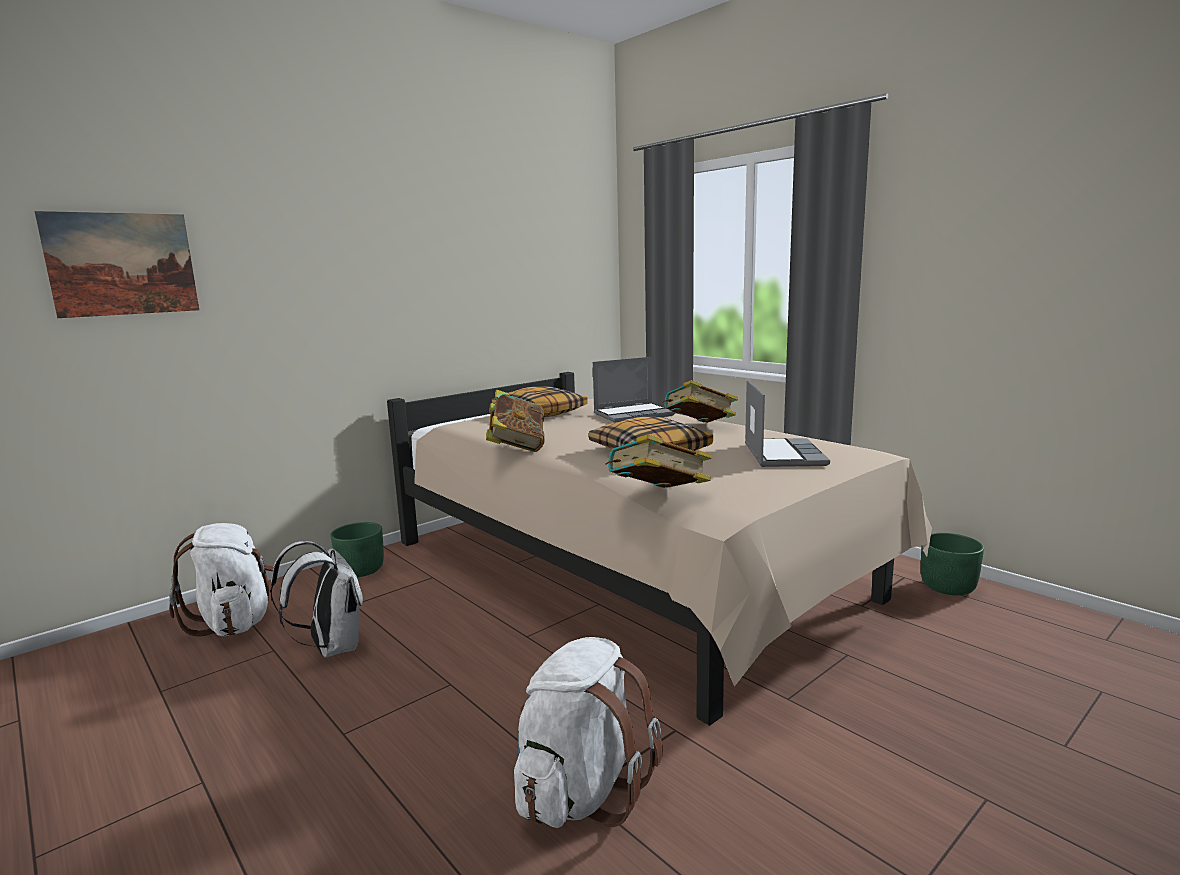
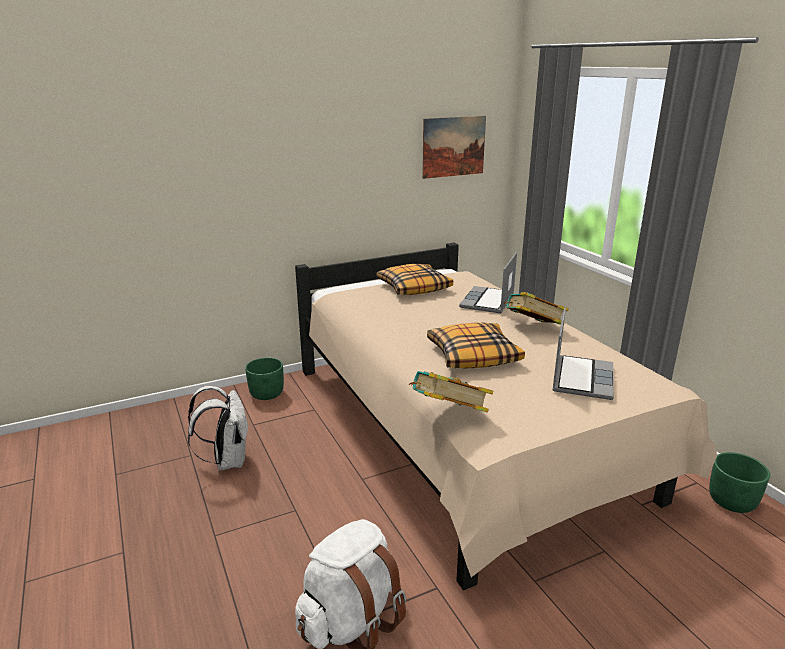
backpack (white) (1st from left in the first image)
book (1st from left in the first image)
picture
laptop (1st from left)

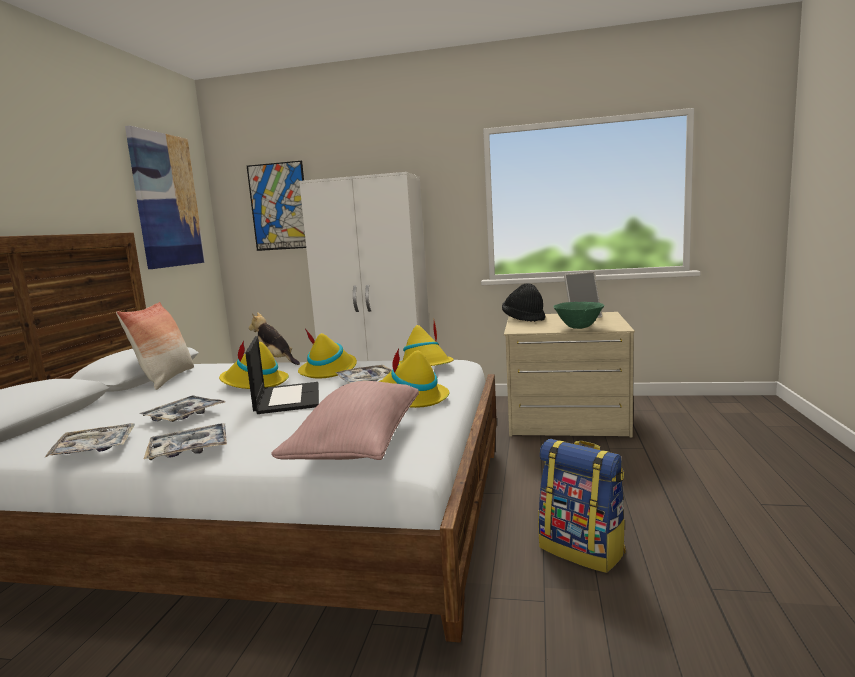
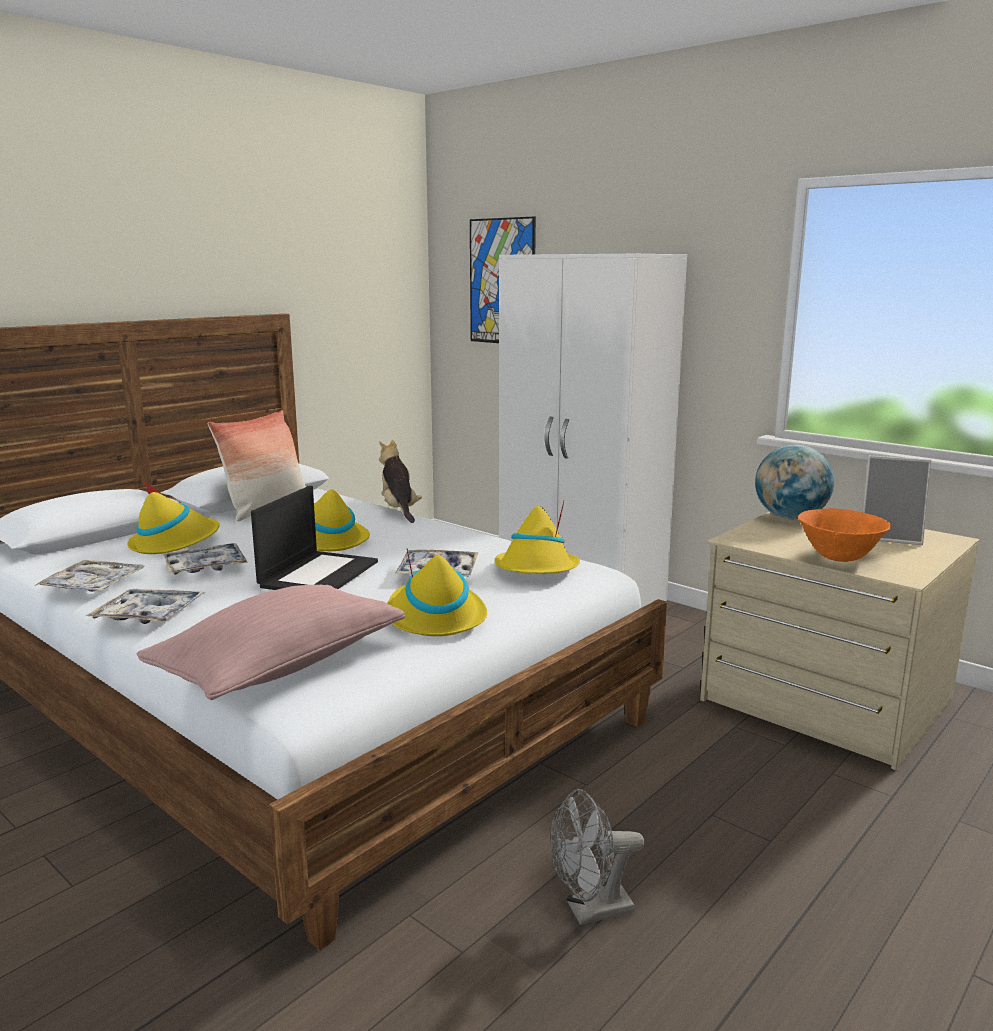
picture (1st from left in the first image)
hat (yellow) (1st from left)
globe
fan (grey)
bowl (orange)

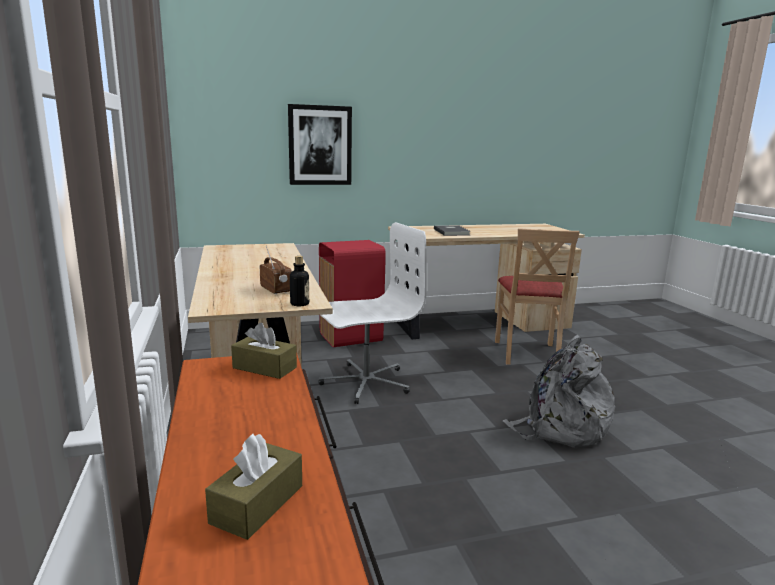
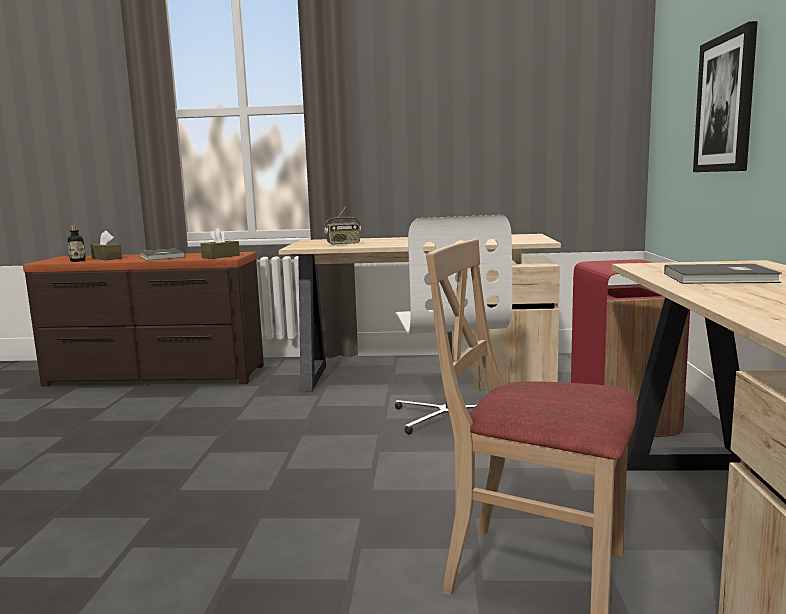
backpack (grey)
book (grey) (1st from left)
bottle

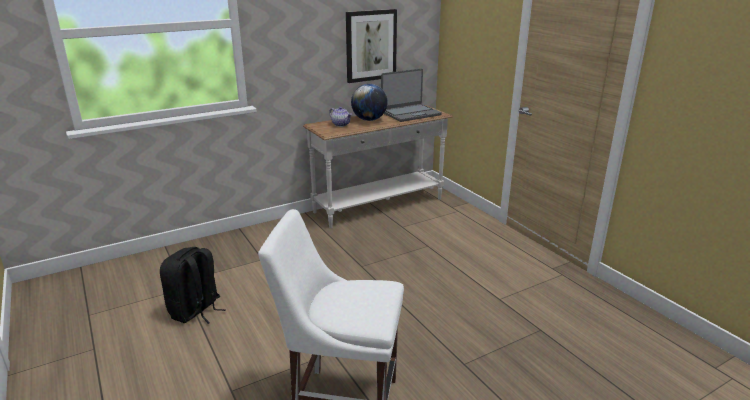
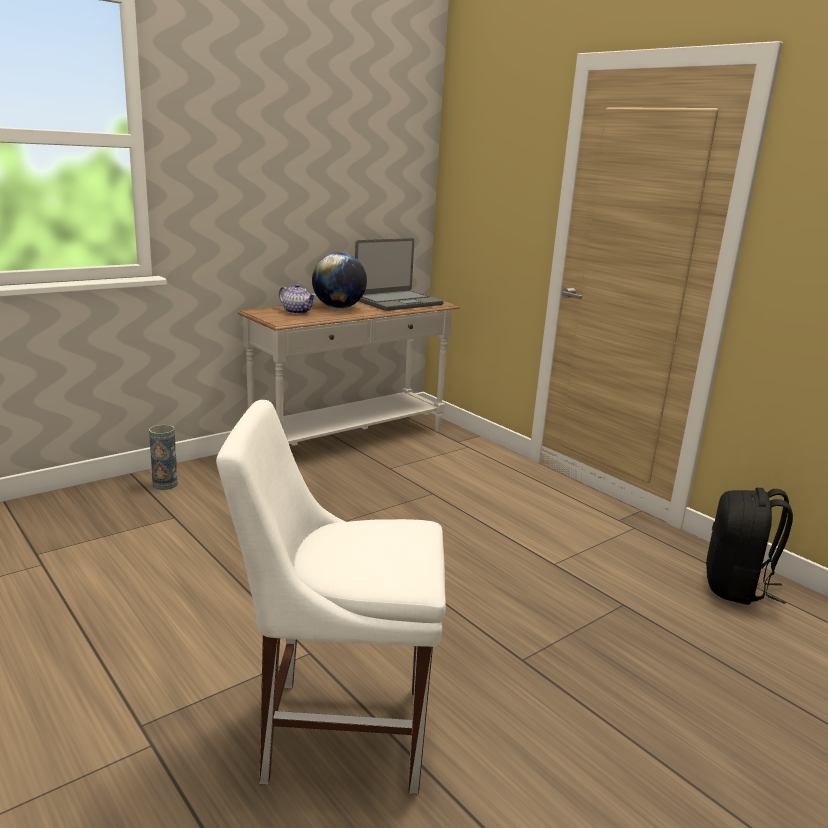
picture
vase
backpack (black)

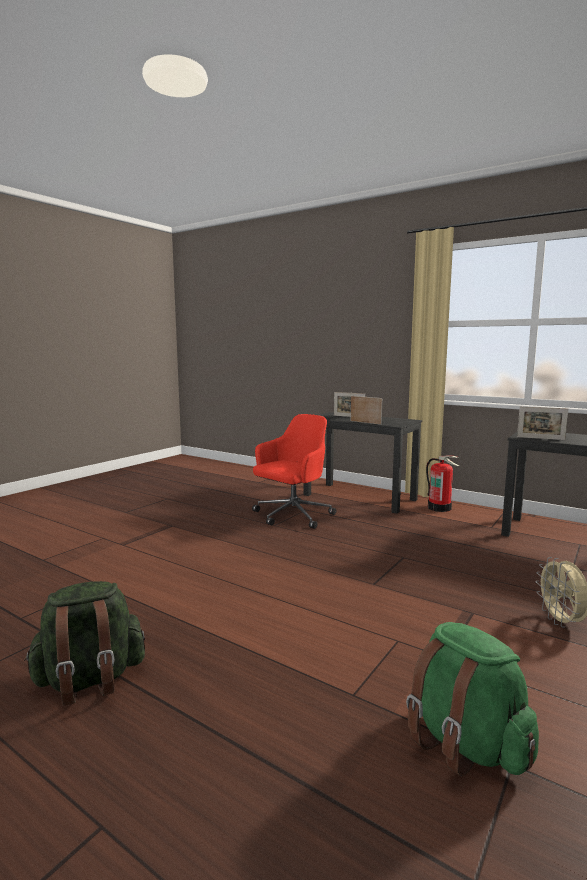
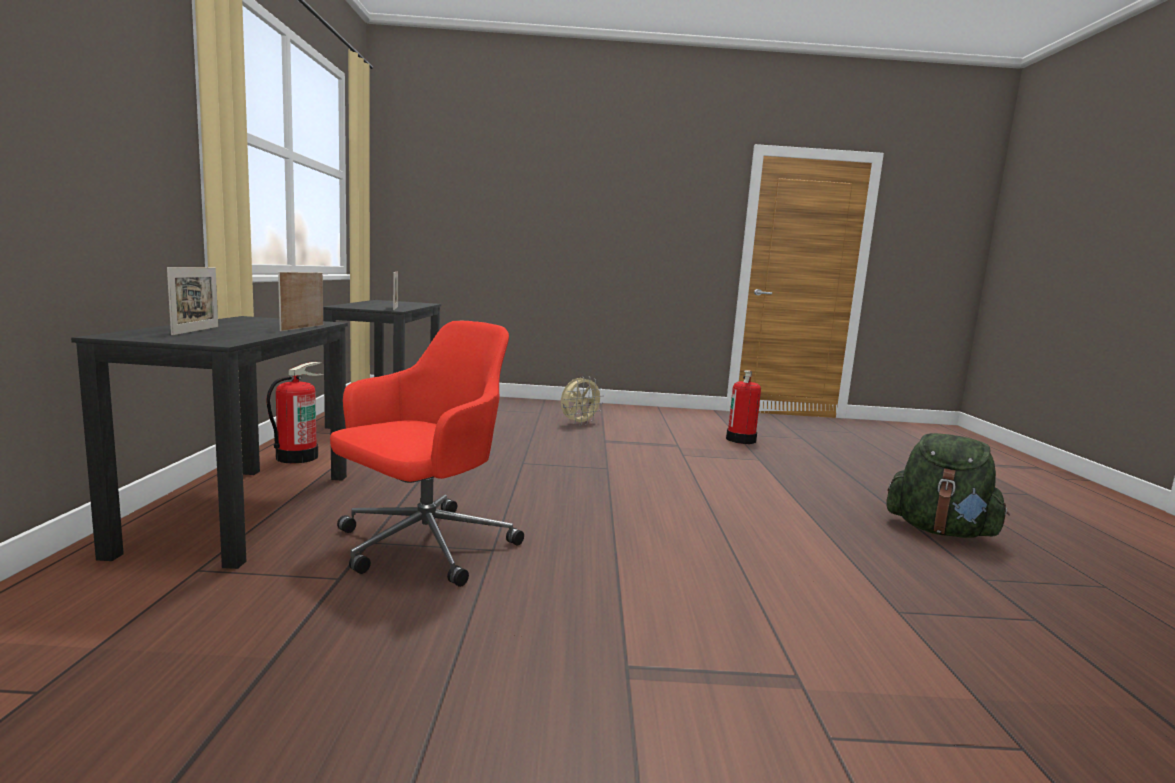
fire extinguisher (2nd from left)
office chair (red)

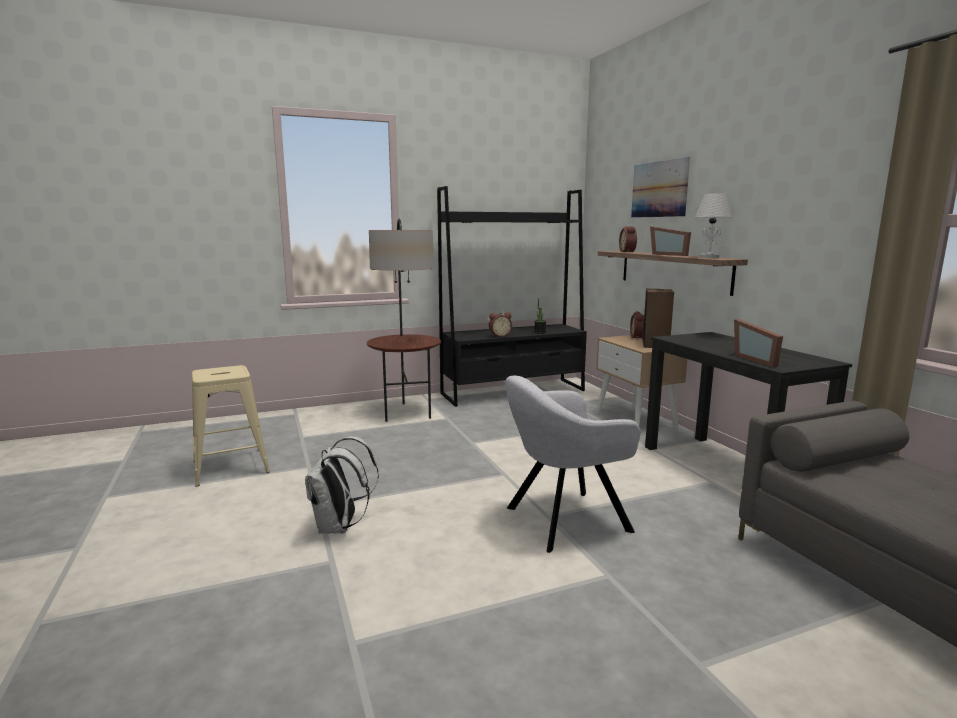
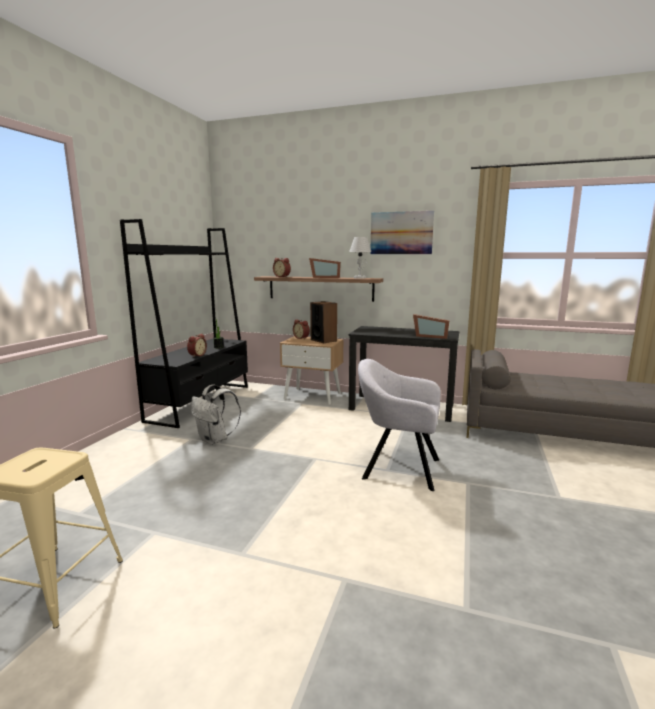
floor lamp
backpack (white)
picture
armchair (grey)

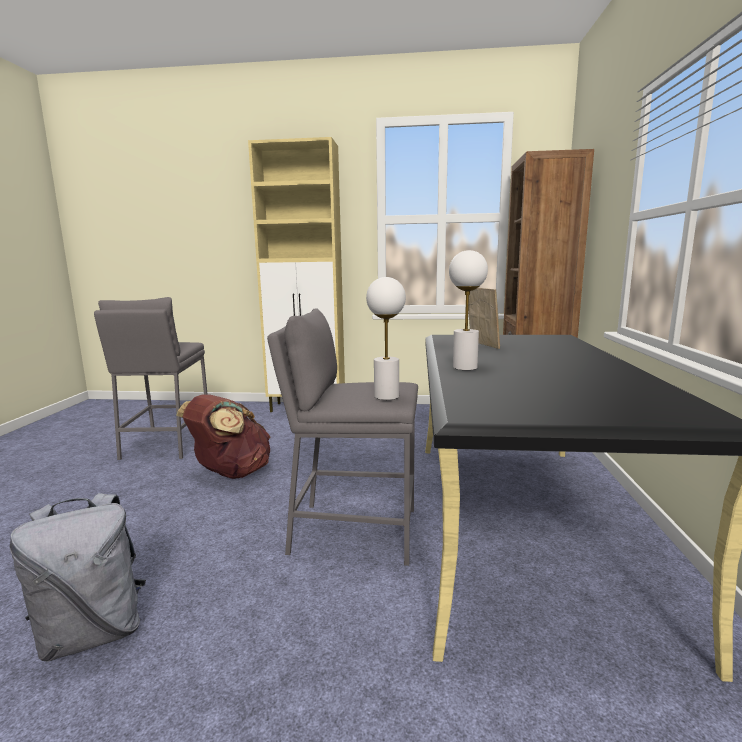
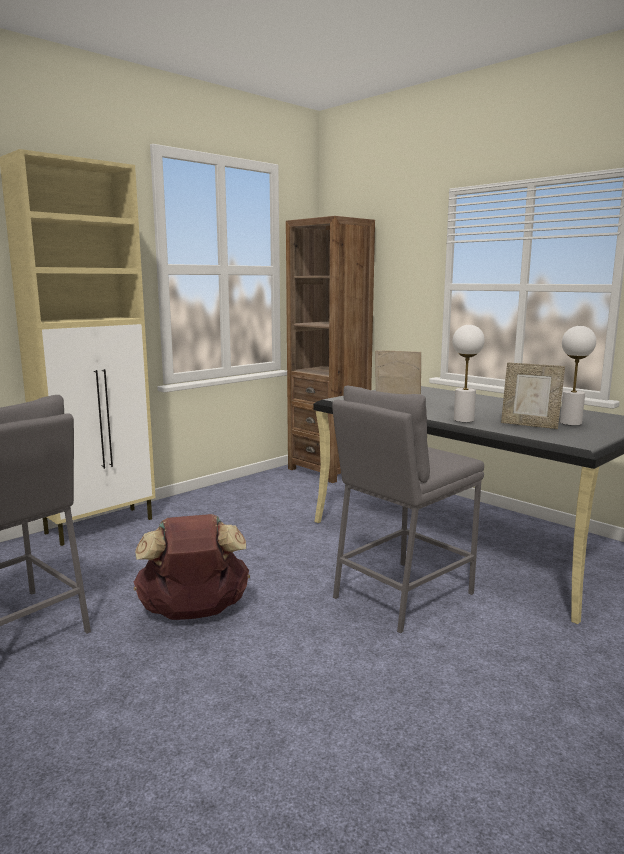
backpack (grey)
picture frame (2nd from left)
table lamp (white) (2nd from left)

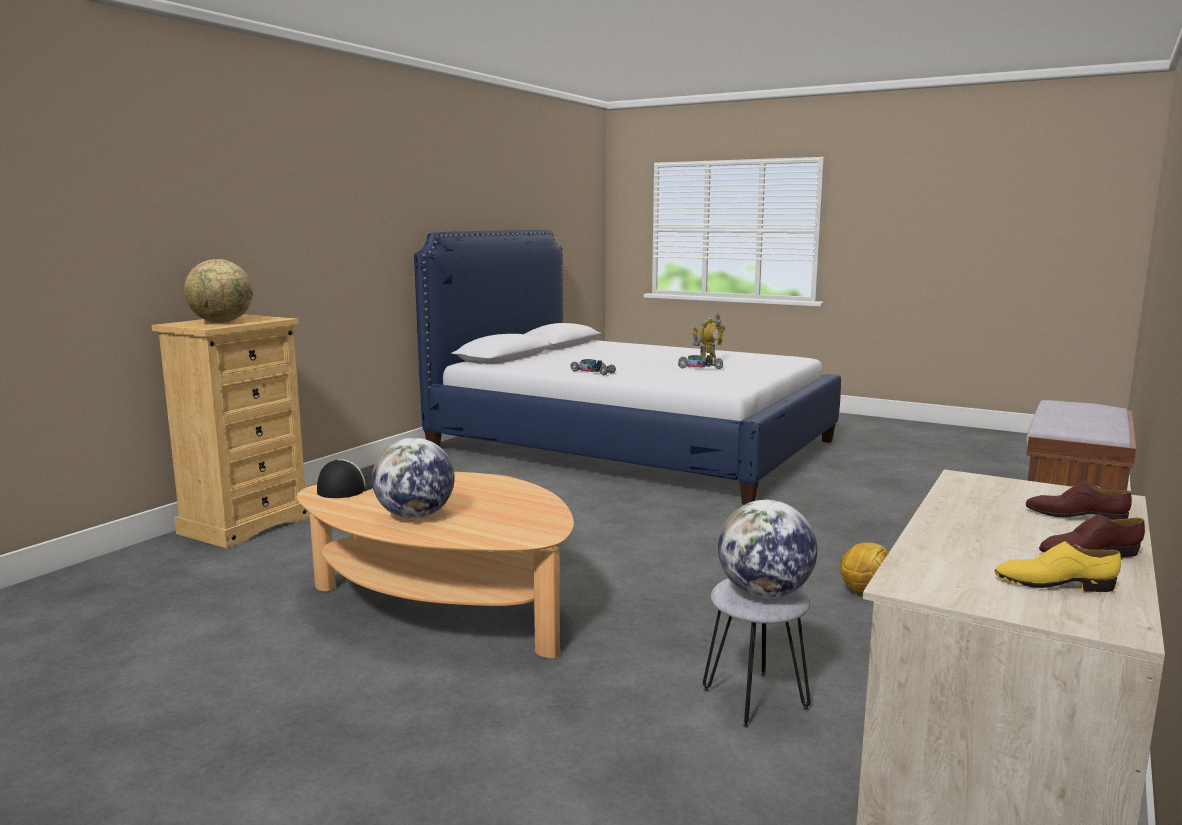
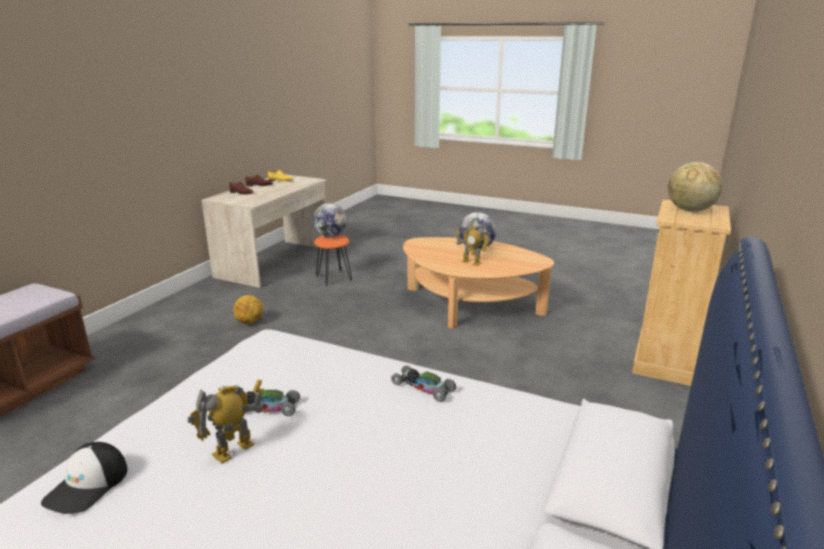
toy robot (2nd from left)
cap
stool (orange)

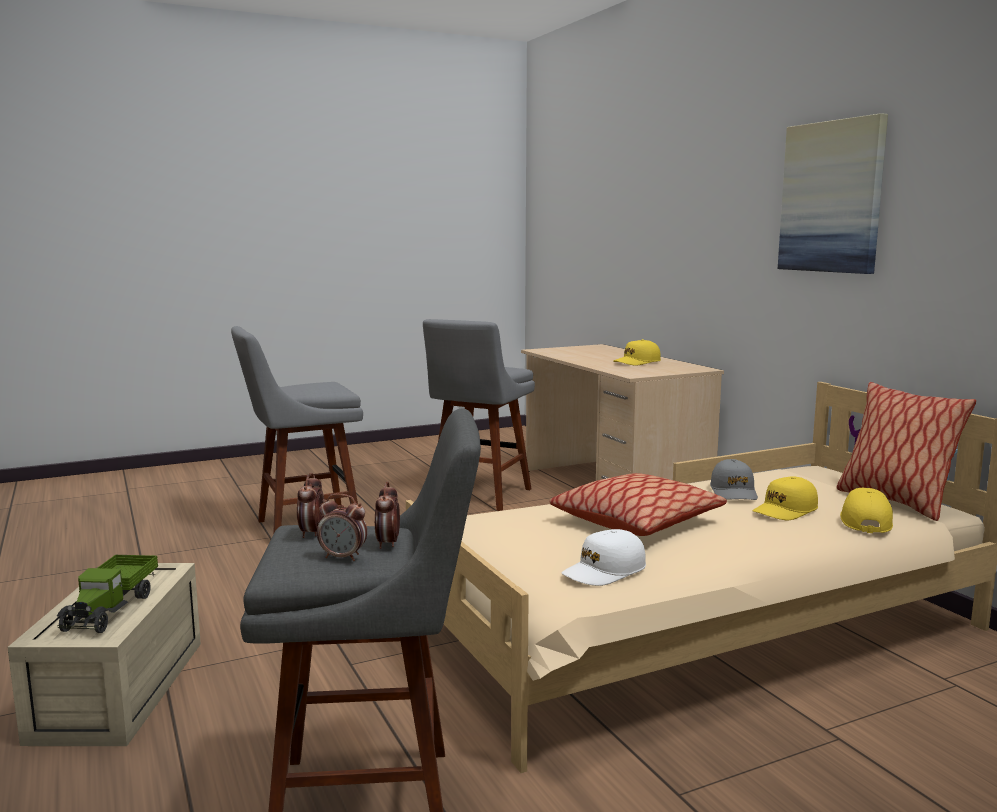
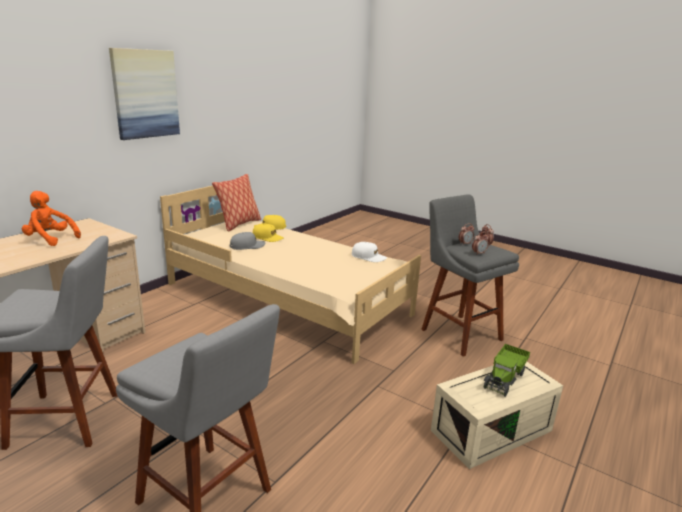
pillow (1st from left in the first image)
plush toy (orange)
toy truck

